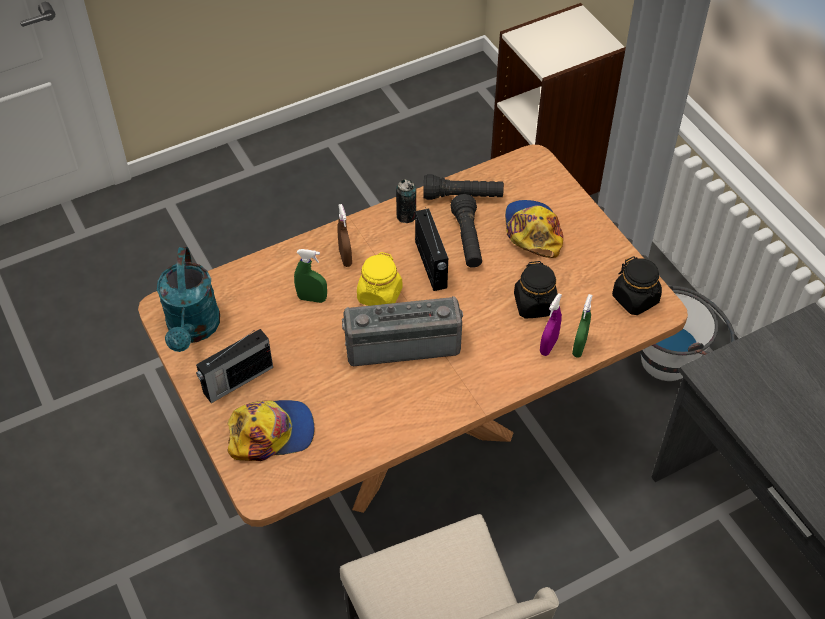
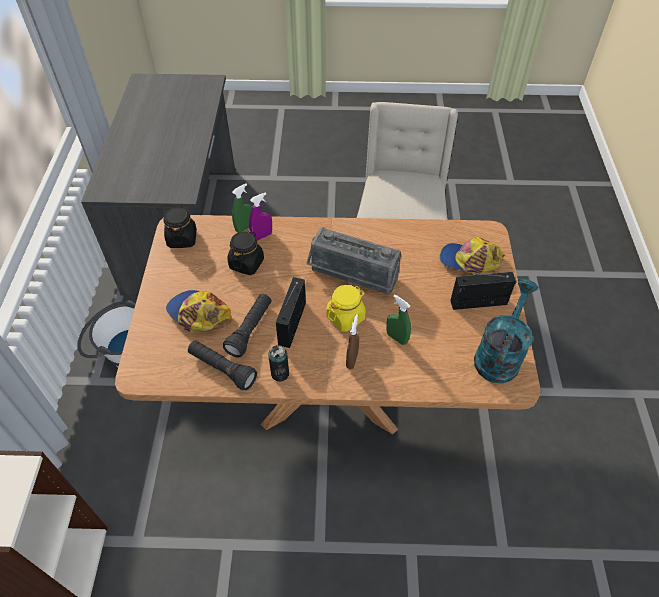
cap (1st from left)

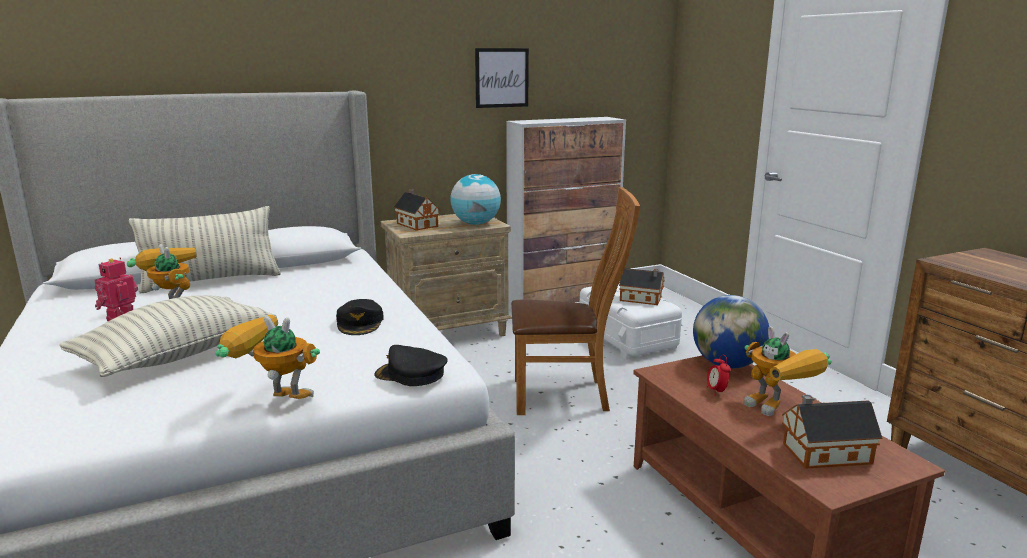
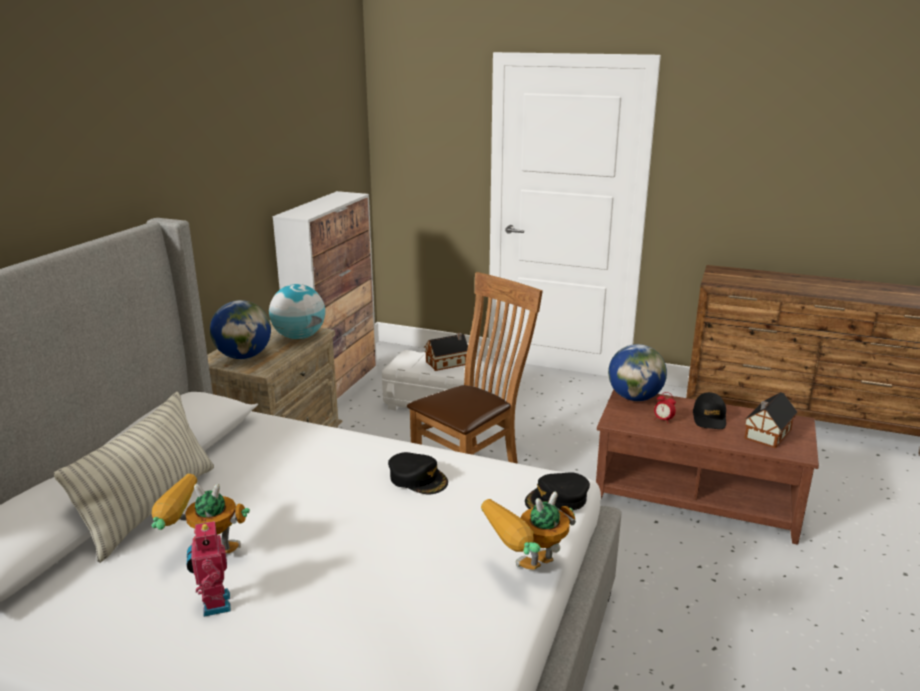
pillow (1st from left in the first image)
picture
globe (1st from left)
cap (black) (3rd from left)

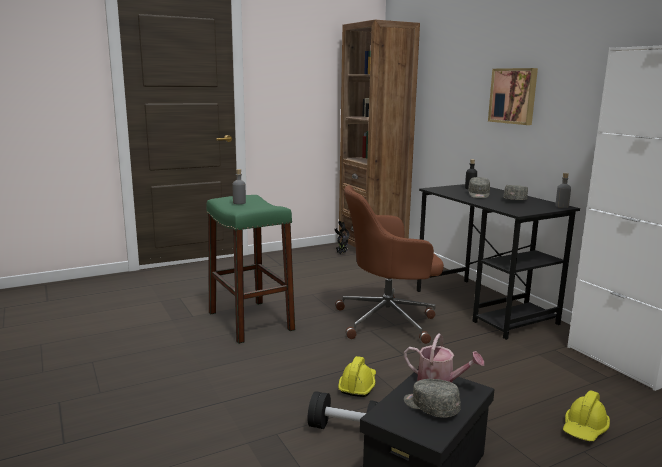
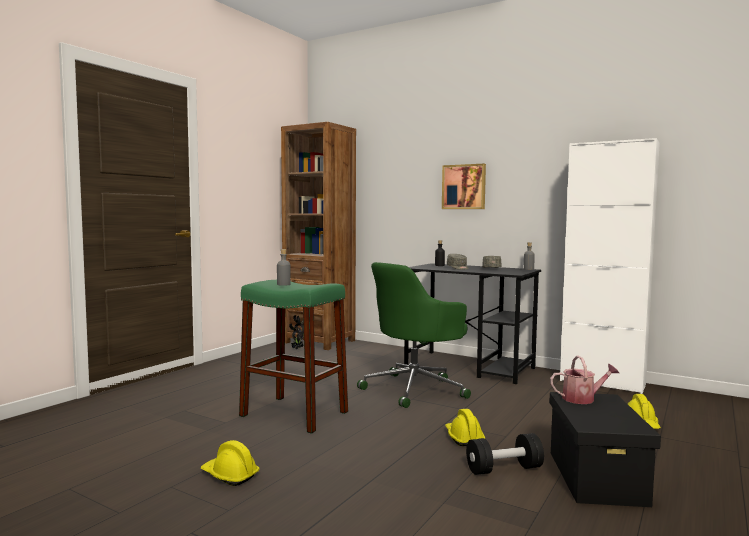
cap (grey) (1st from left in the first image)
hard hat (yellow) (1st from left)
office chair (green)

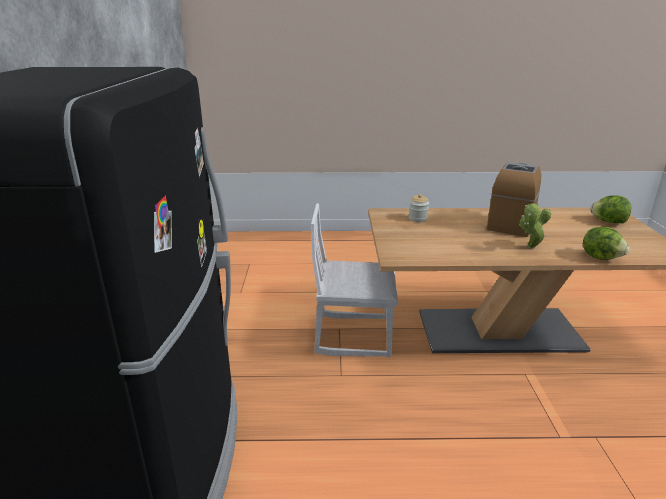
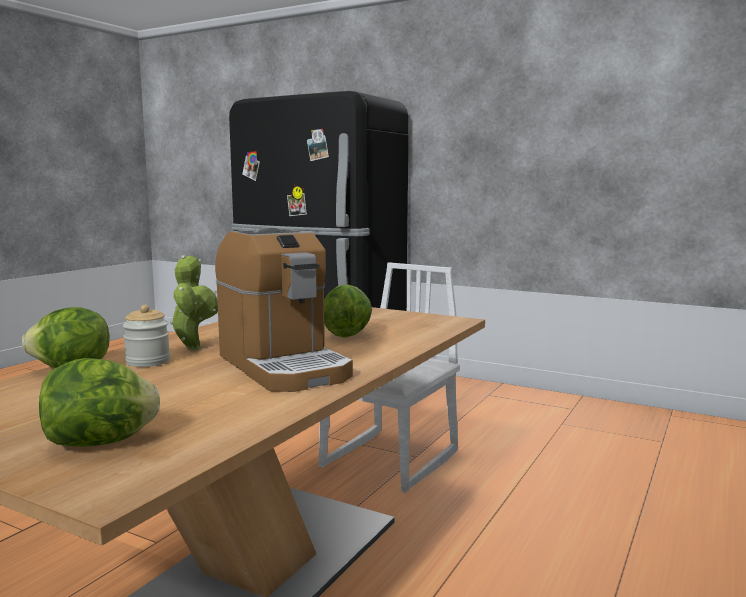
lettuce (3rd from left)
jar

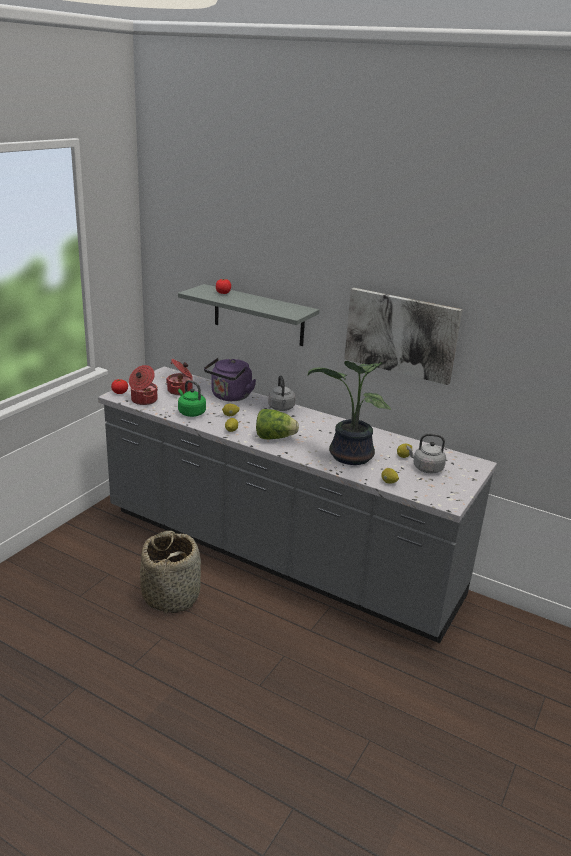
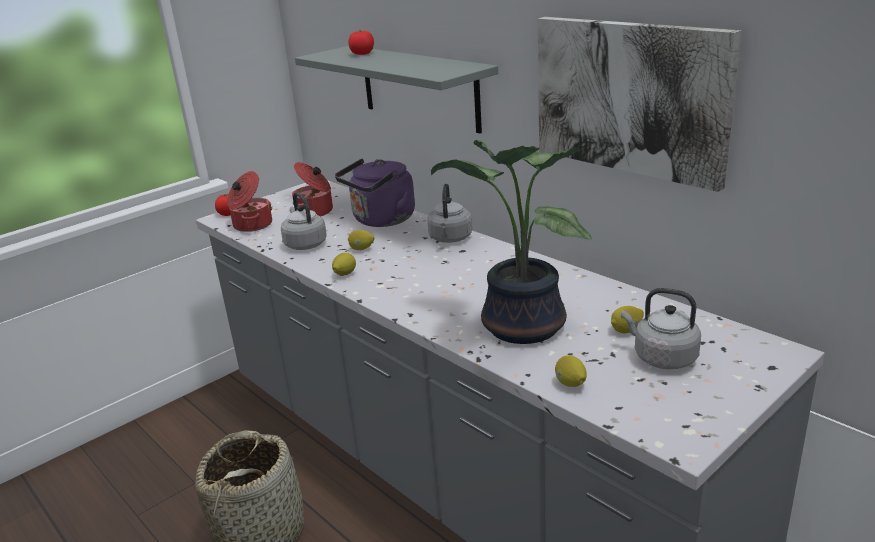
lettuce
kettle (grey) (1st from left)

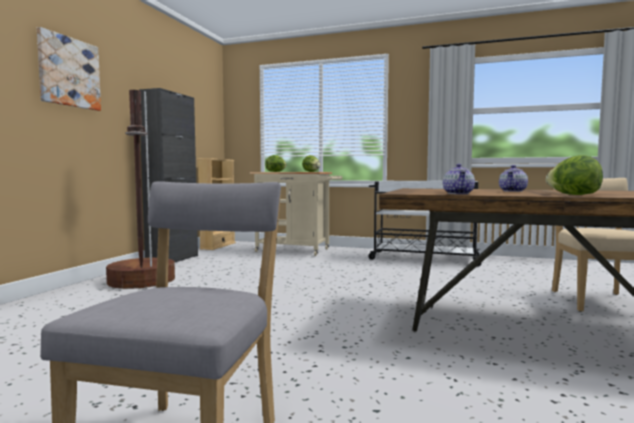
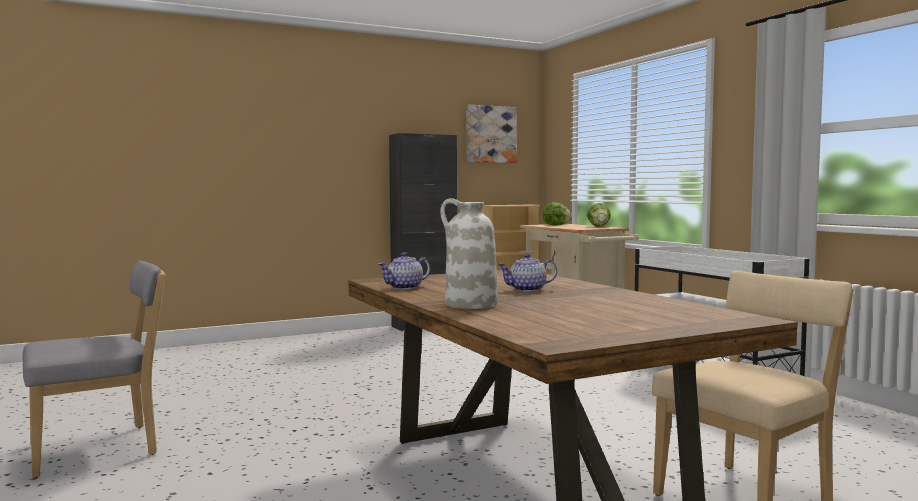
floor lamp (brown)
picture
vase (white)

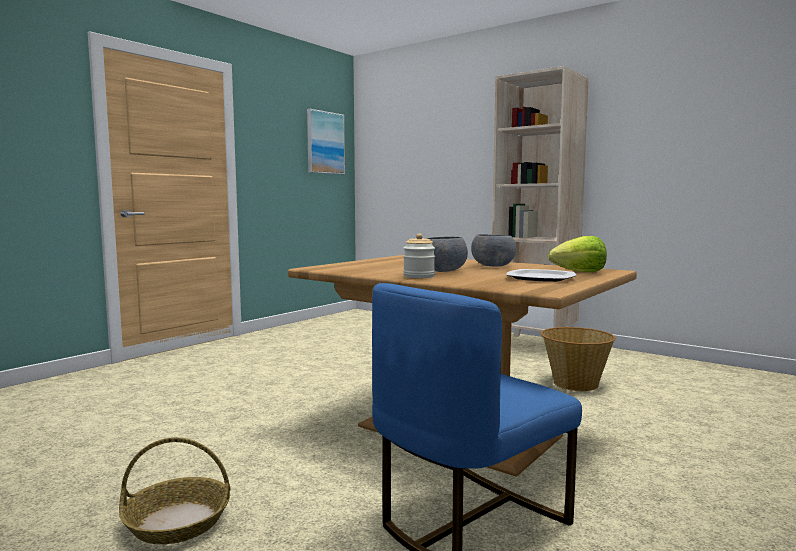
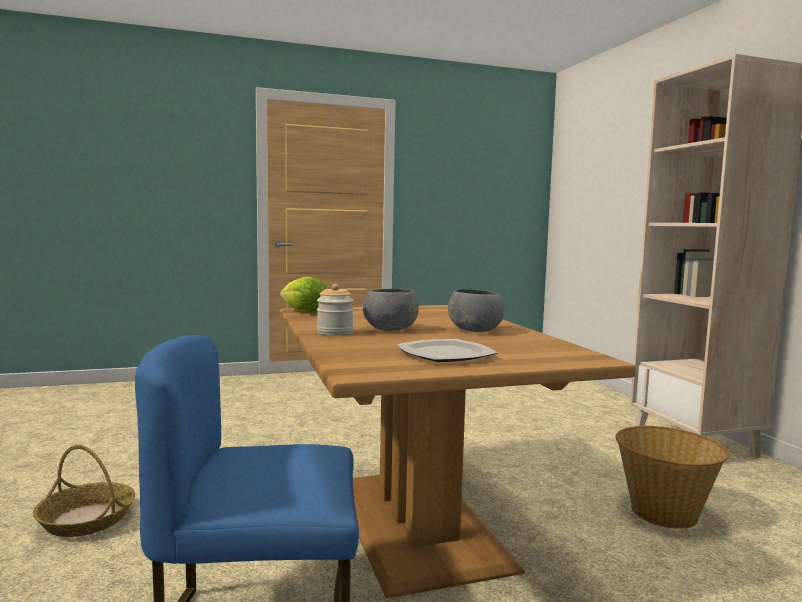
picture
lettuce

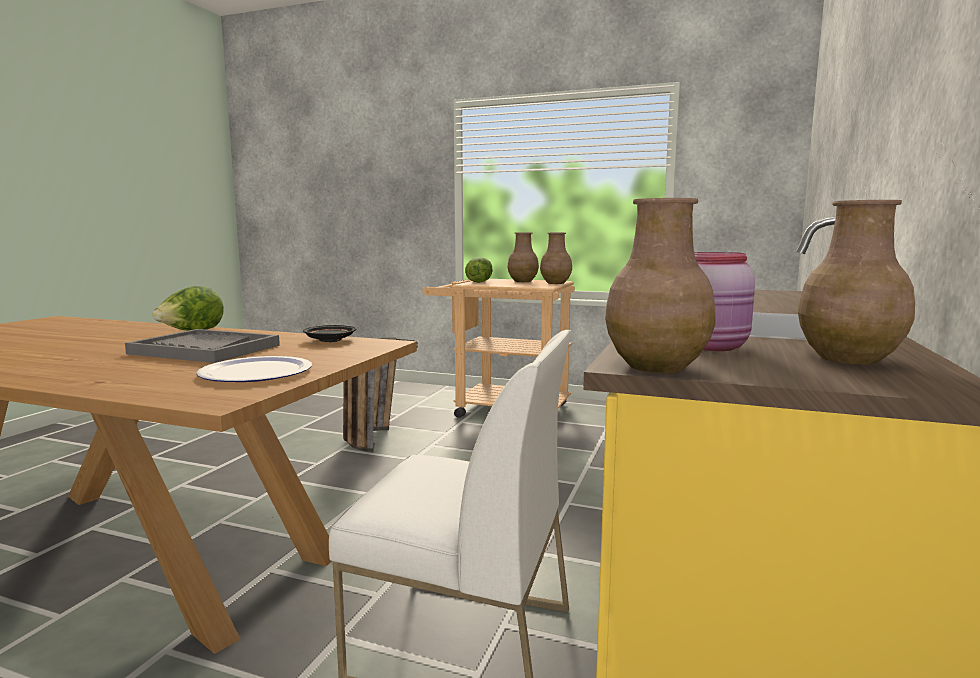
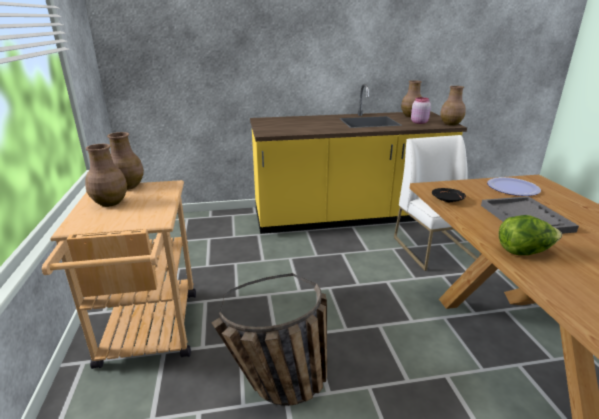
lettuce (2nd from left in the first image)

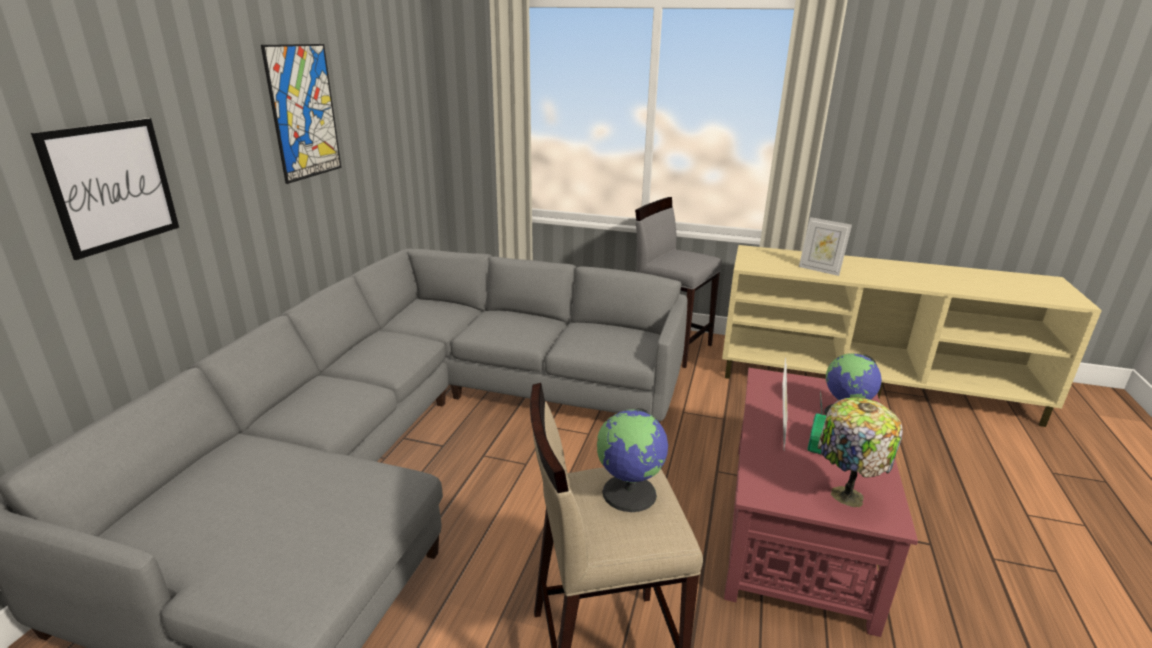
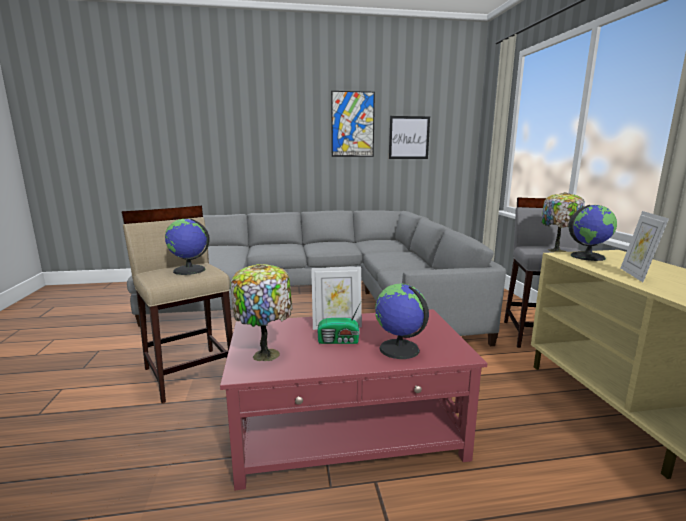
table lamp (2nd from left)
globe (3rd from left)
picture (2nd from left)

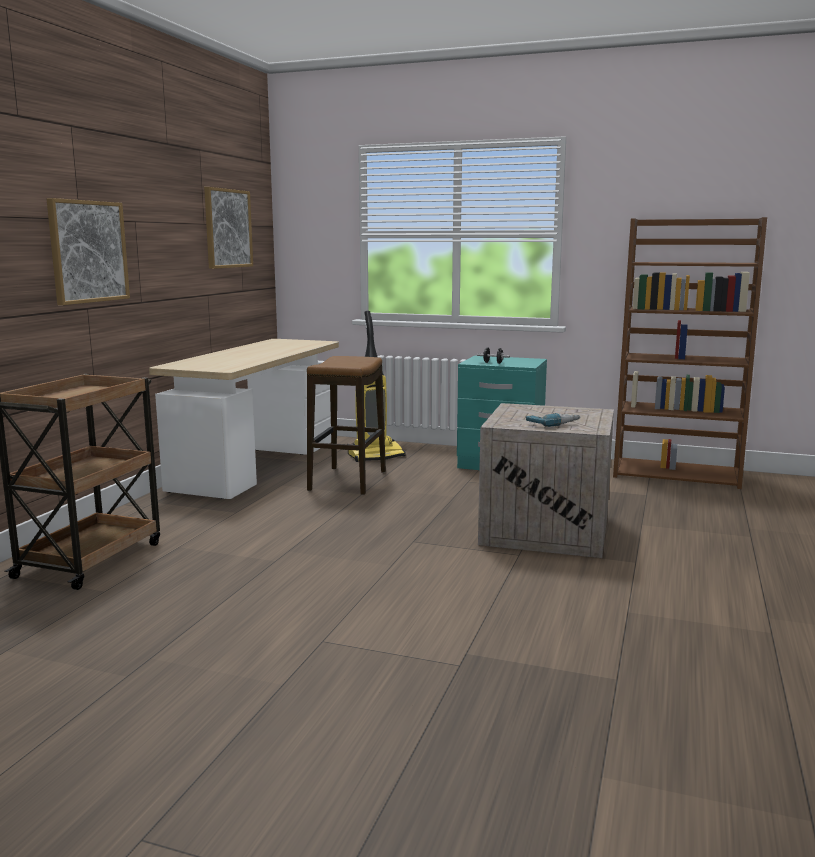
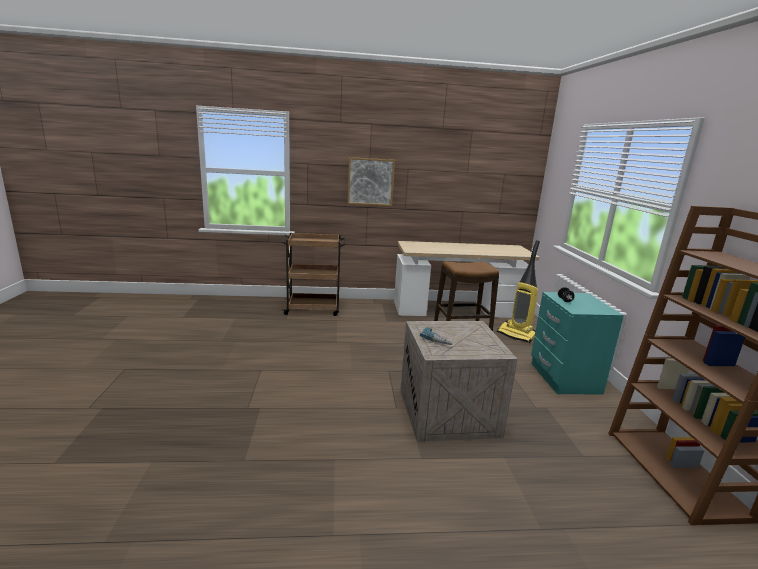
picture (2nd from left in the first image)

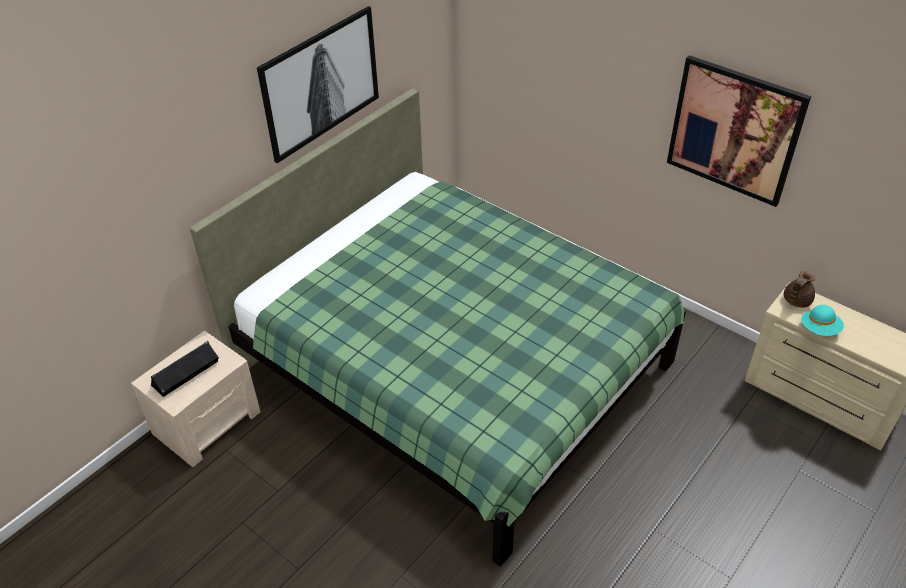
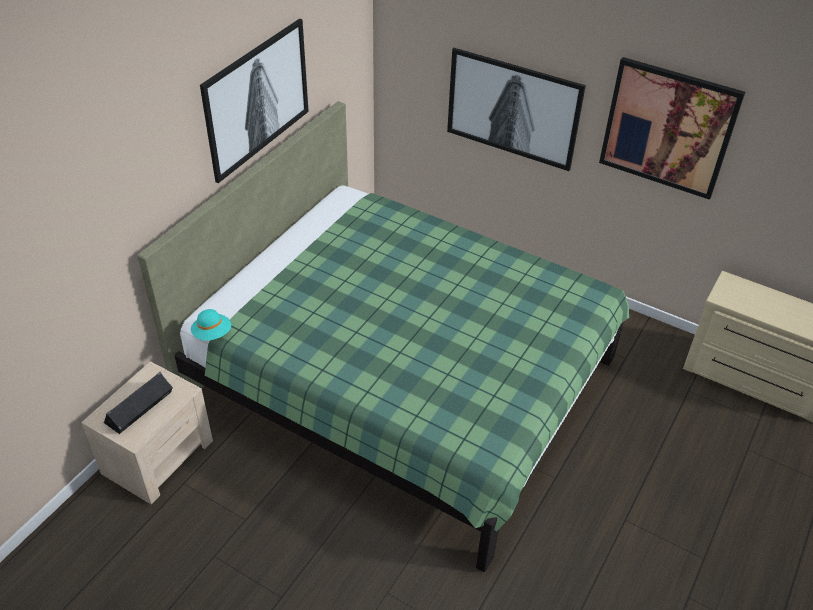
teapot (brown)
picture (2nd from left)
hat (turquoise)

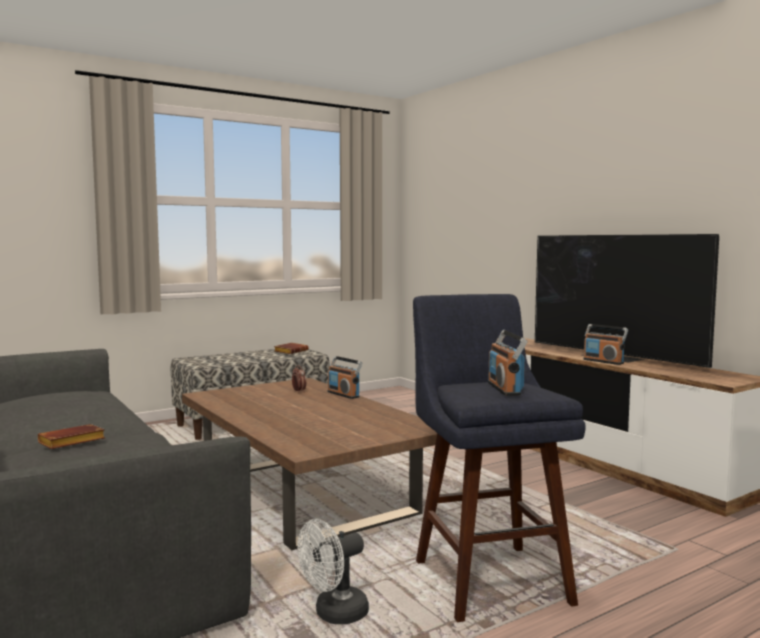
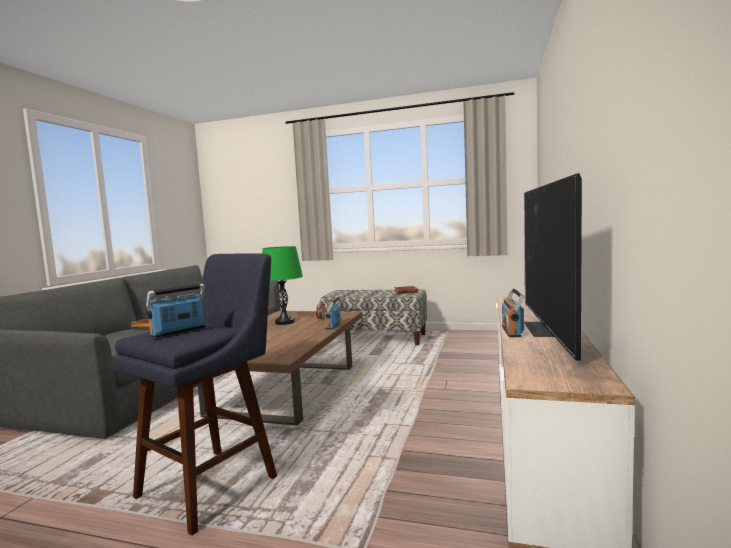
fan (white)
table lamp (green)

